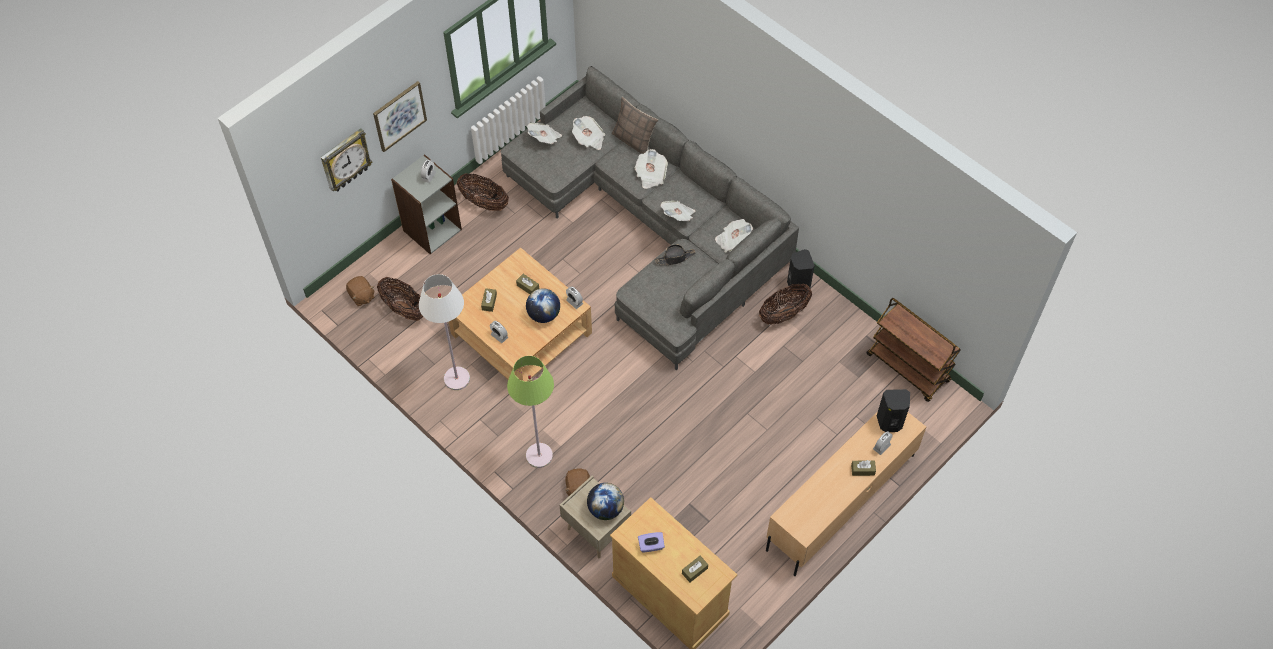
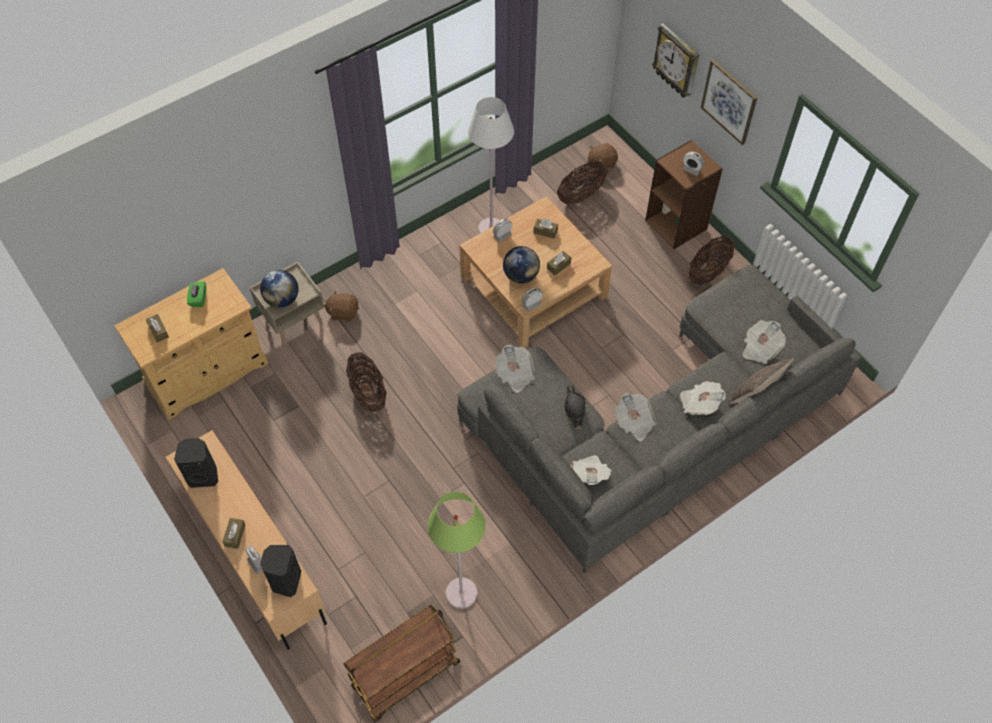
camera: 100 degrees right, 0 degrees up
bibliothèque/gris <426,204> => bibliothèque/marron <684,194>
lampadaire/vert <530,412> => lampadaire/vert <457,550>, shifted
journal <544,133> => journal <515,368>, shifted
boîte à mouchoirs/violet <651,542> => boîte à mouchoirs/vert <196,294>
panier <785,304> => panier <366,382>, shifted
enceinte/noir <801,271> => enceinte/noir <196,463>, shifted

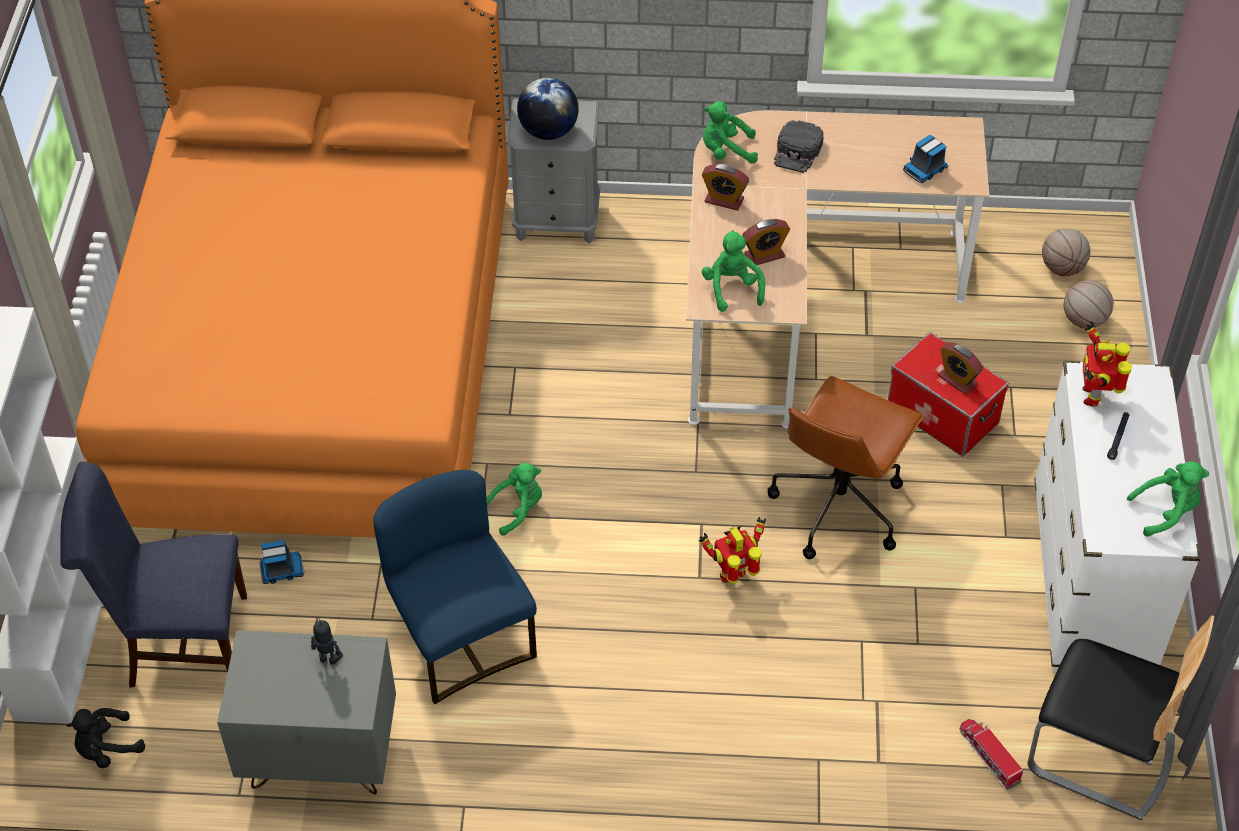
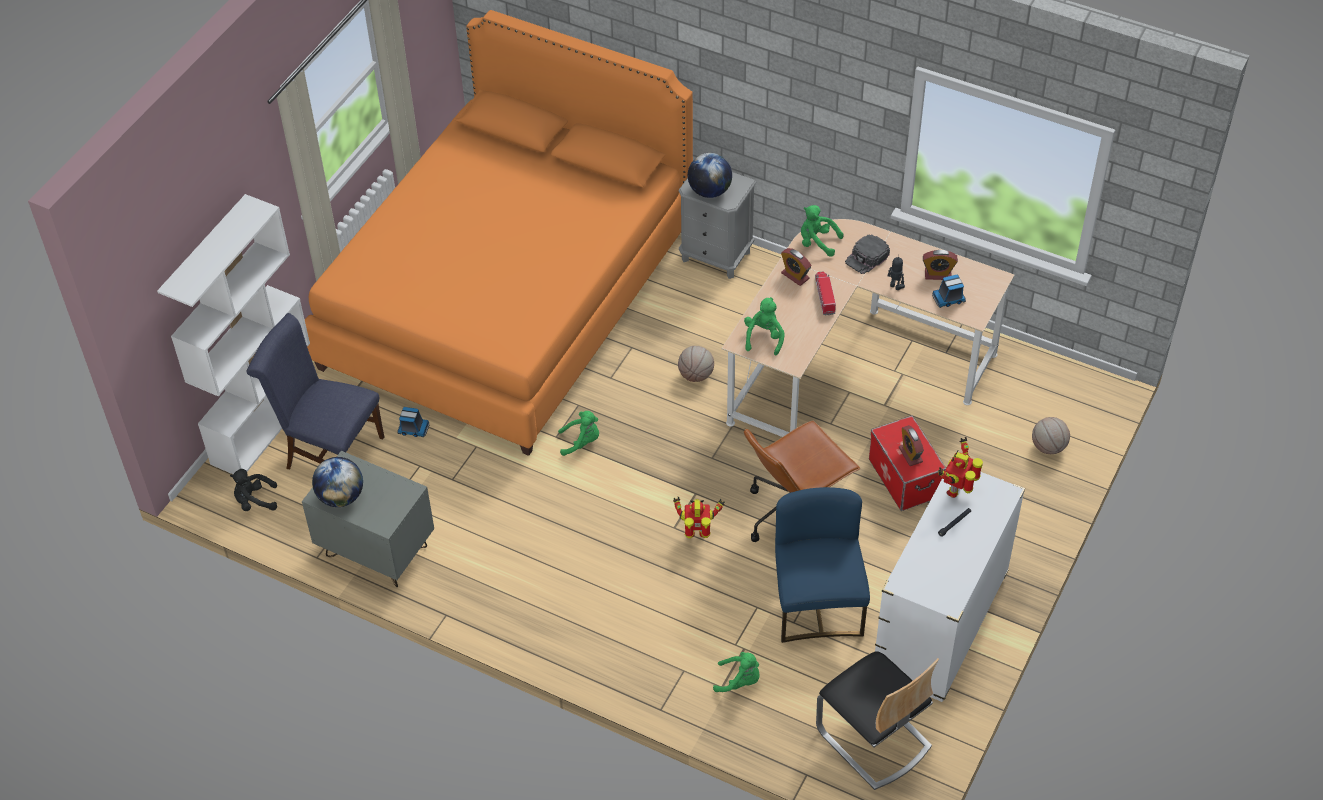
camera: 25 degrees right, 0 degrees up
robot jouet <327,641> => robot jouet <896,272>, shifted
chaise/bleu <455,587> => chaise/bleu <822,565>, shifted
réveil <766,242> => réveil <940,265>, shifted
camion jouet <991,754> => camion jouet <825,293>, shifted
ballon de basket <1066,252> => ballon de basket <696,364>, shifted
peluche/vert <1168,499> => peluche/vert <736,672>, shifted
nothing => globe <337,482>

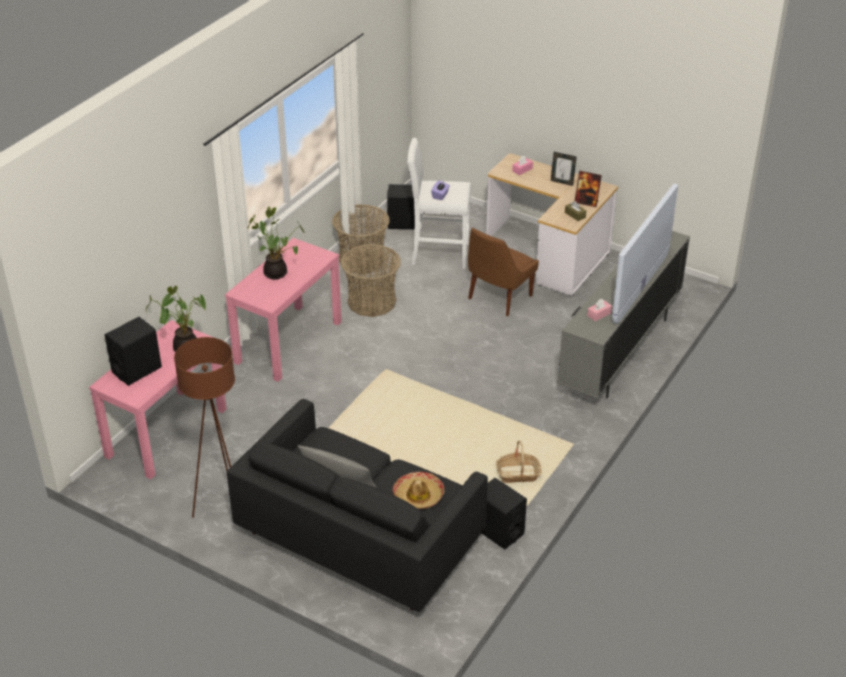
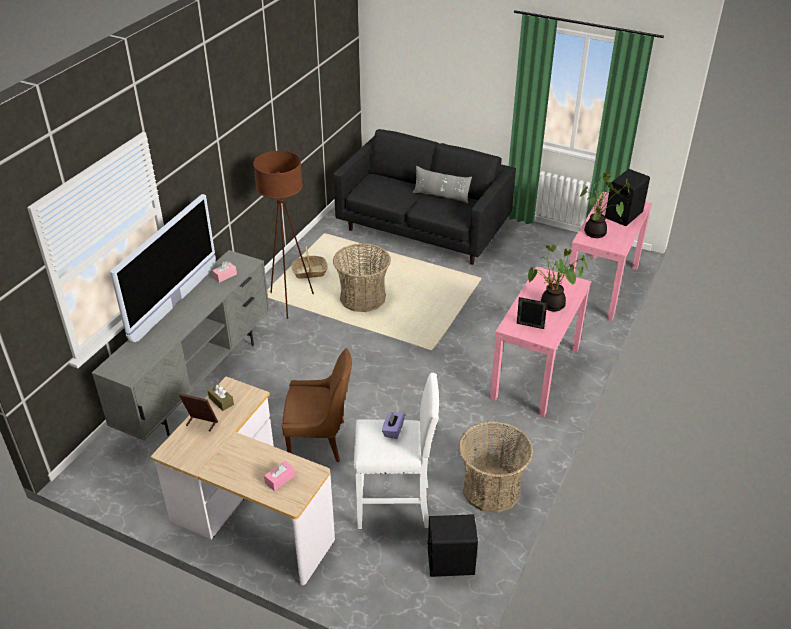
camera: 175 degrees right, 0 degrees up
lampadaire/marron <204,427> => lampadaire/marron <283,235>, shifted
panier <371,280> => panier <362,277>, shifted
chapeau <418,490> => nothing
chaise/marron <503,272> => chaise/marron <317,405>, 60 degrees clockwise
enceinte/noir <504,513> => nothing
cadre photo <564,169> => cadre photo <532,313>, shifted

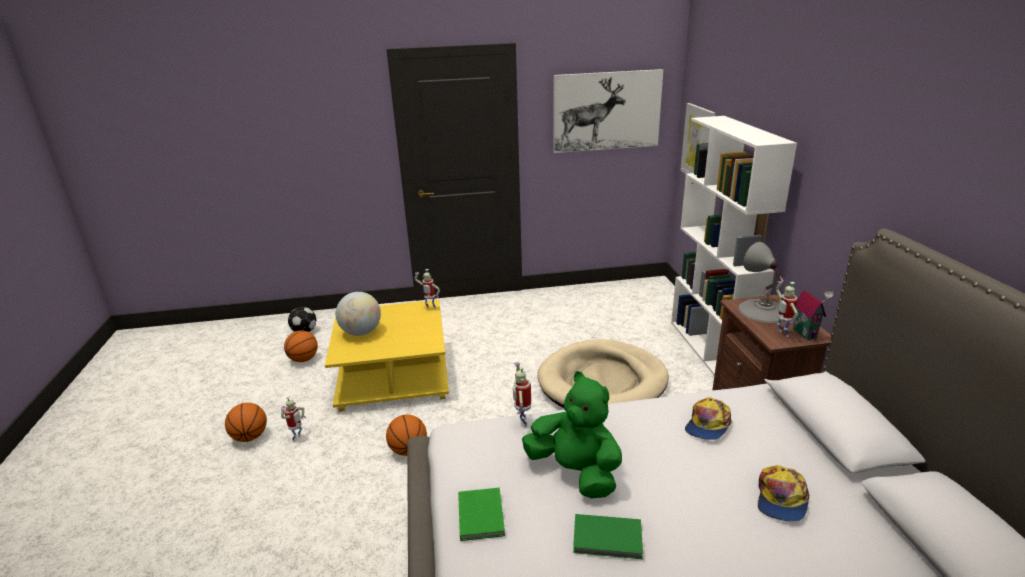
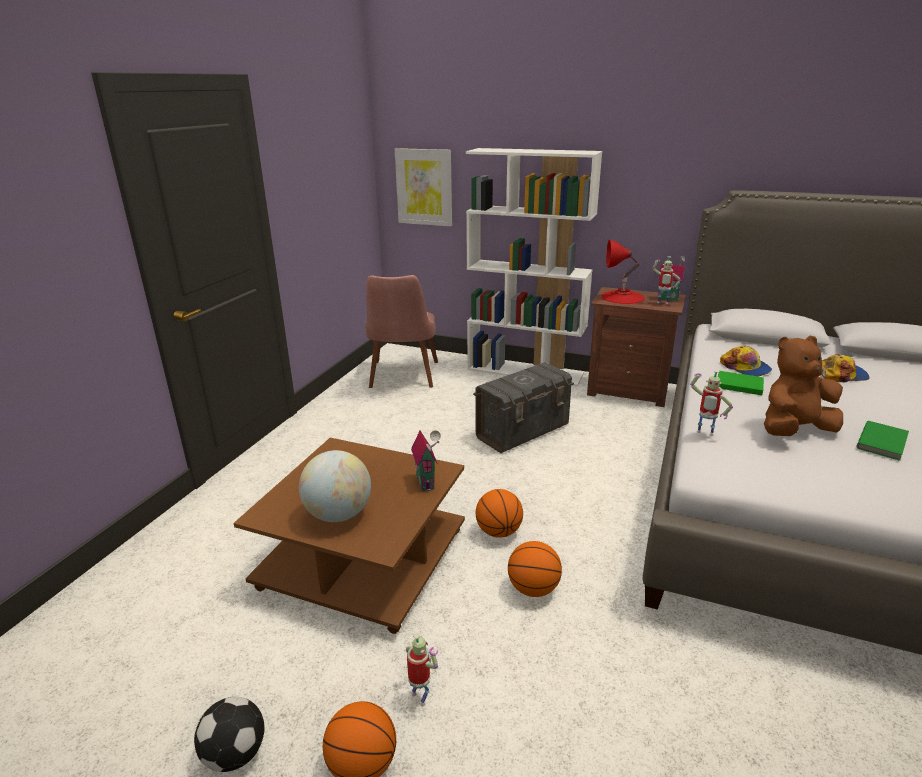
camera: 60 degrees left, 0 degrees up
ballon de basket <301,346> => ballon de basket <499,513>, shifted
ballon de foot <302,319> => ballon de foot <229,734>, shifted
table basse/jaune <387,356> => table basse/marron <349,536>
robot jouet <427,289> => nothing
livre/vert <481,514> => livre/vert <741,383>, shifted
peluche/vert <572,434> => peluche/marron <803,385>
panier pour chien/beige <603,373> => boîte de rangement/gris <523,407>
tableau <608,111> => nothing
lampe de table/gris <761,282> => lampe de table/rouge <623,272>
casquette <783,493> => casquette <845,368>, 60 degrees counterclockwise
nothing => chaise/rose <401,331>
nothing => maison miniature <426,460>

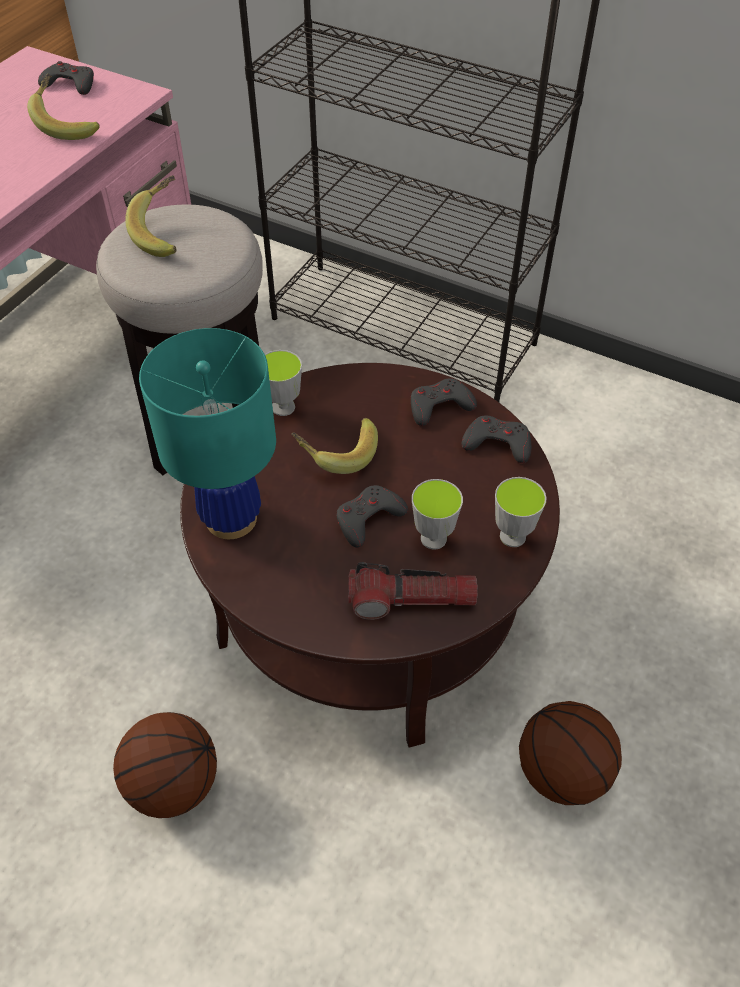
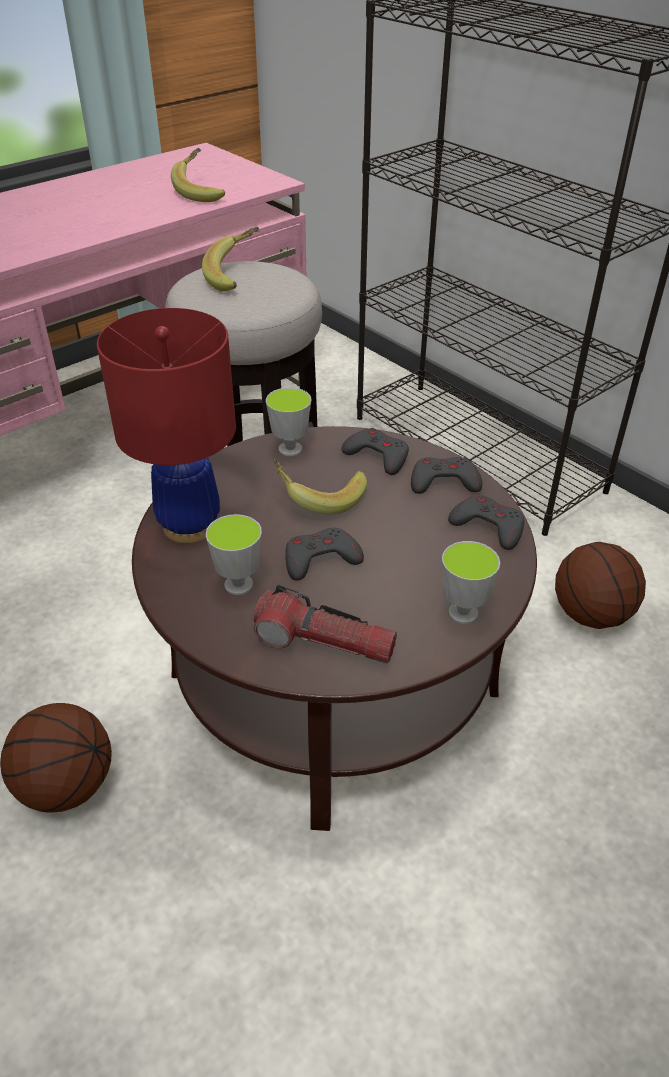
camera: 20 degrees right, 10 degrees down
manette/gris <66,78> => manette/gris <375,451>, shifted
lampe de table/turquoise <207,433> => lampe de table/rouge <166,425>
tasse <437,514> => tasse <234,554>, shifted
ballon de basket <570,753> => ballon de basket <600,585>, shifted

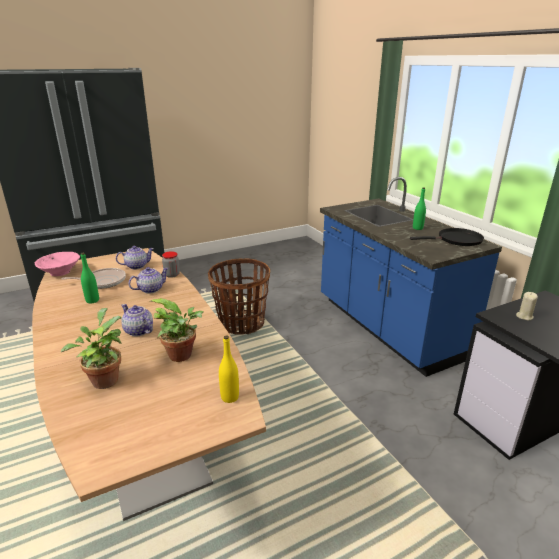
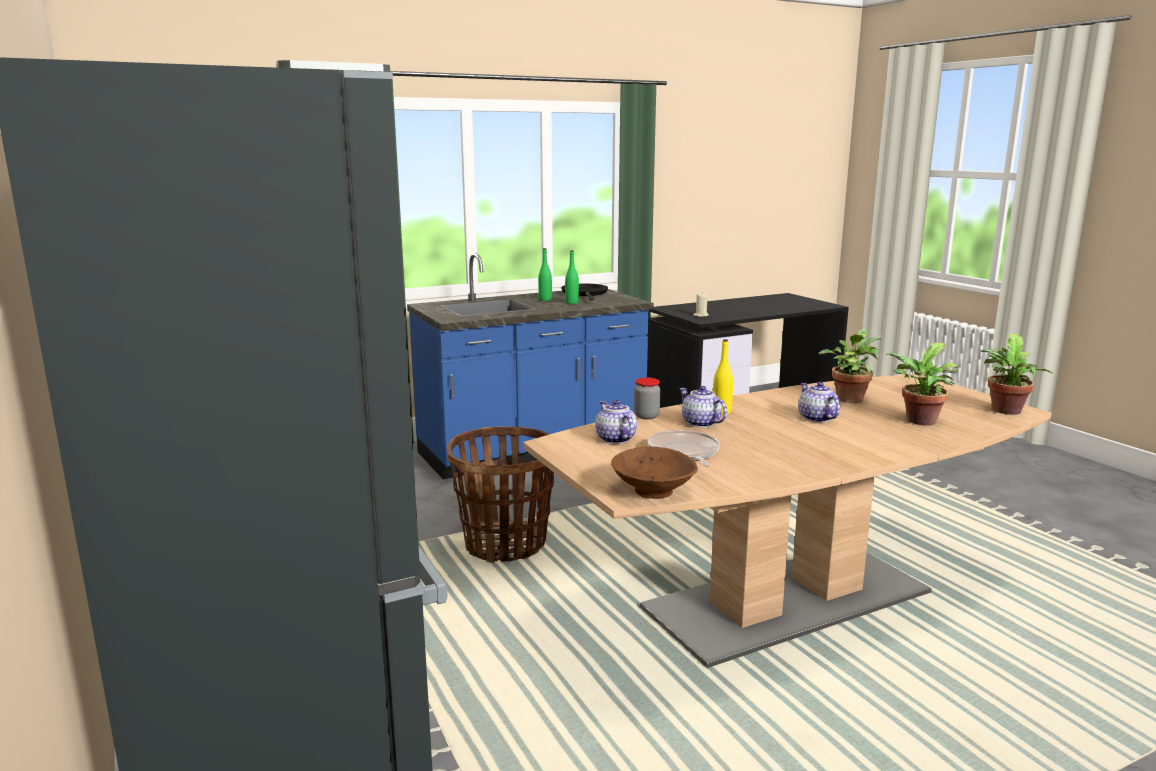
camera: 90 degrees left, 10 degrees down
bol/rose <57,264> => bol/marron <654,473>
bouteille/vert <90,278> => bouteille/vert <572,277>, shifted
théière <137,320> => théière <819,402>, 120 degrees clockwise
bouteille/jaune <229,369> => bouteille/jaune <723,377>, shifted
nothing => plante en pot <1017,374>

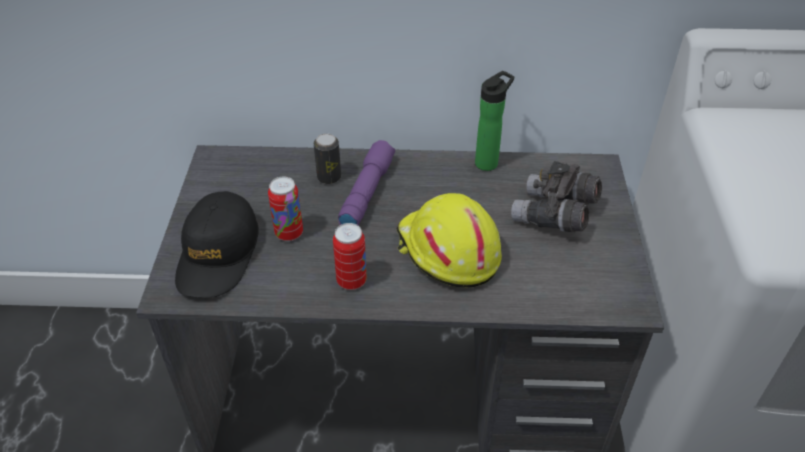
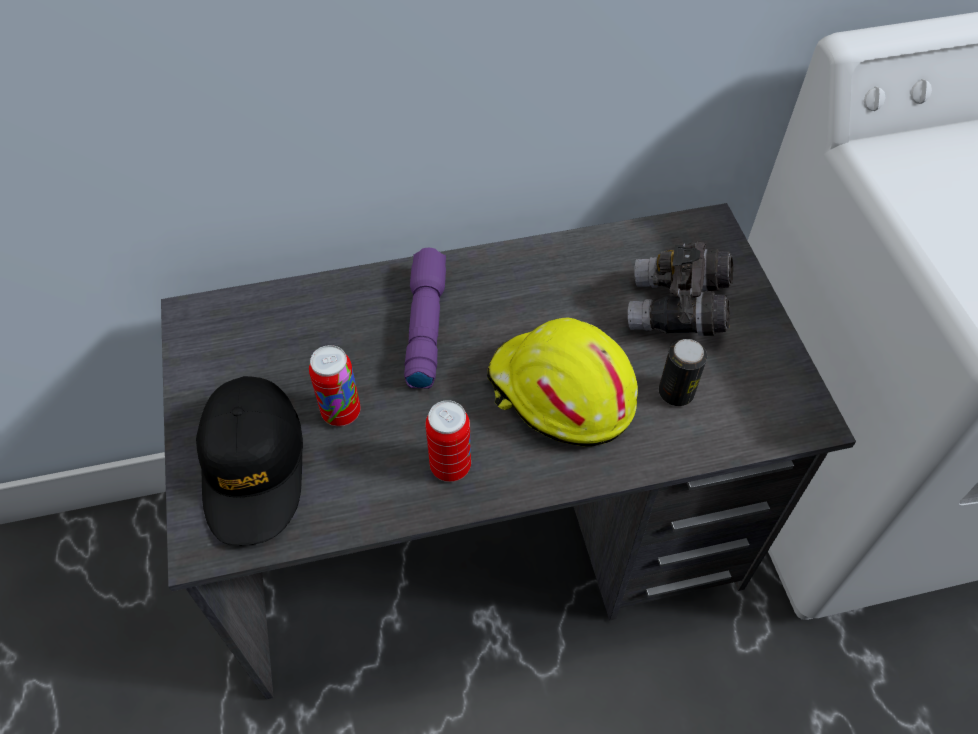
camera: 15 degrees left, 10 degrees up
boîte métallique <327,158> => boîte métallique <683,372>, shifted
bouteille <494,121> => nothing

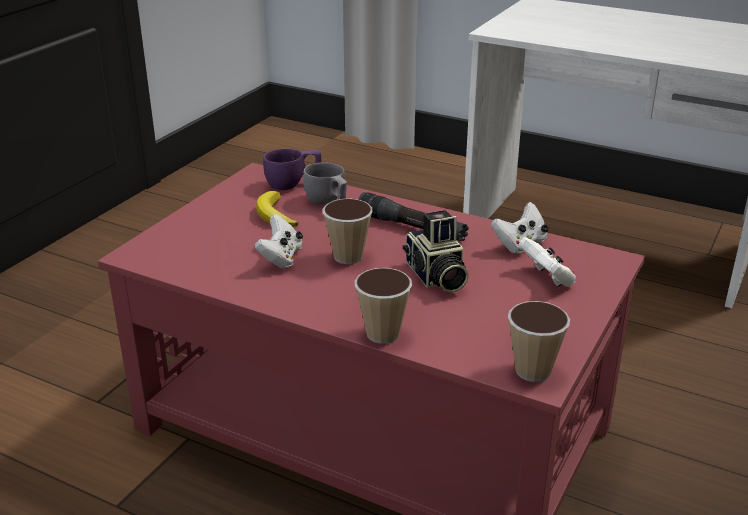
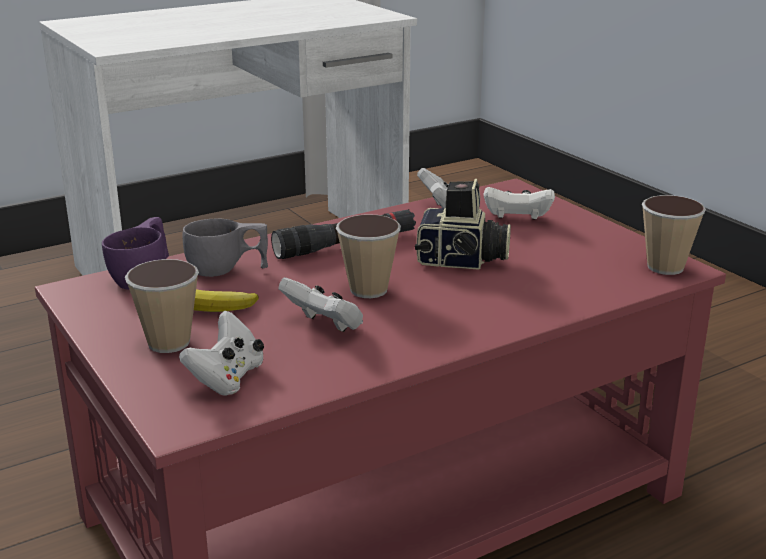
camera: 60 degrees left, 5 degrees down
tasse <383,306> => tasse <162,306>, shifted
nothing => manette/blanc <221,353>

